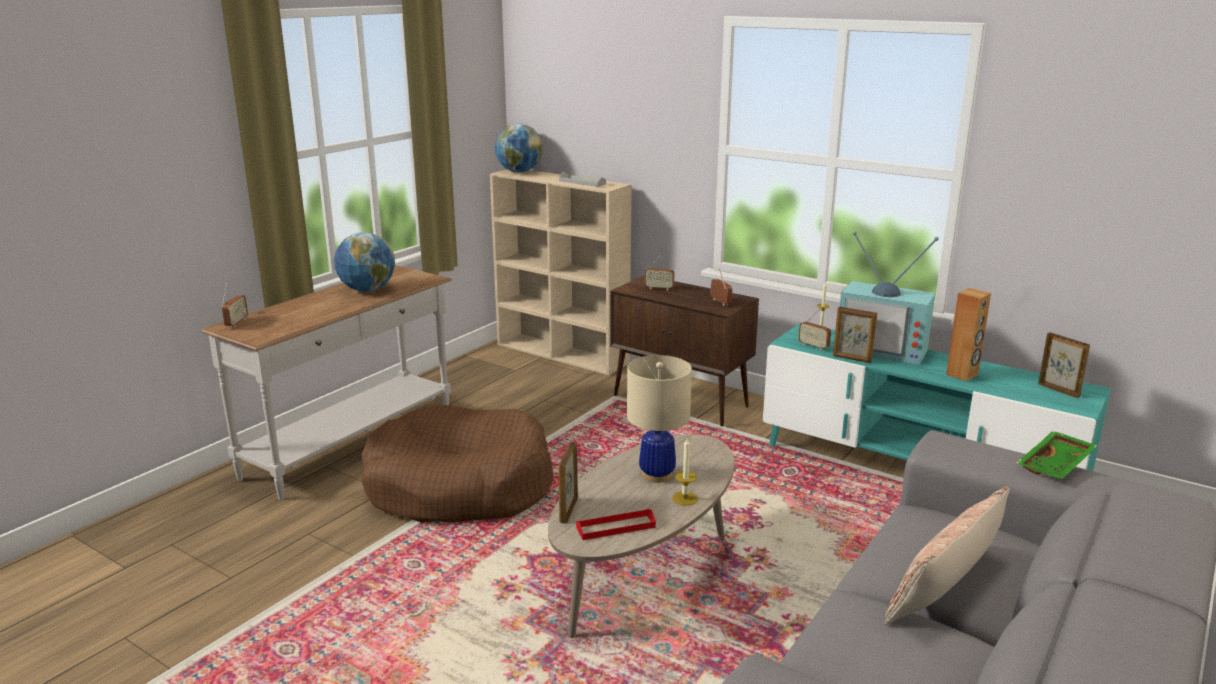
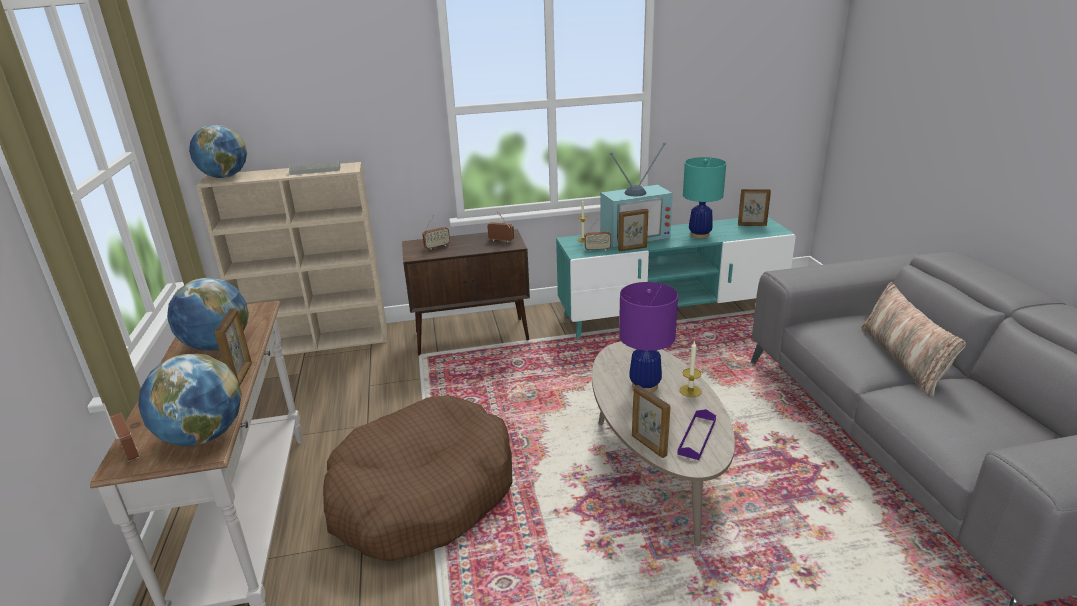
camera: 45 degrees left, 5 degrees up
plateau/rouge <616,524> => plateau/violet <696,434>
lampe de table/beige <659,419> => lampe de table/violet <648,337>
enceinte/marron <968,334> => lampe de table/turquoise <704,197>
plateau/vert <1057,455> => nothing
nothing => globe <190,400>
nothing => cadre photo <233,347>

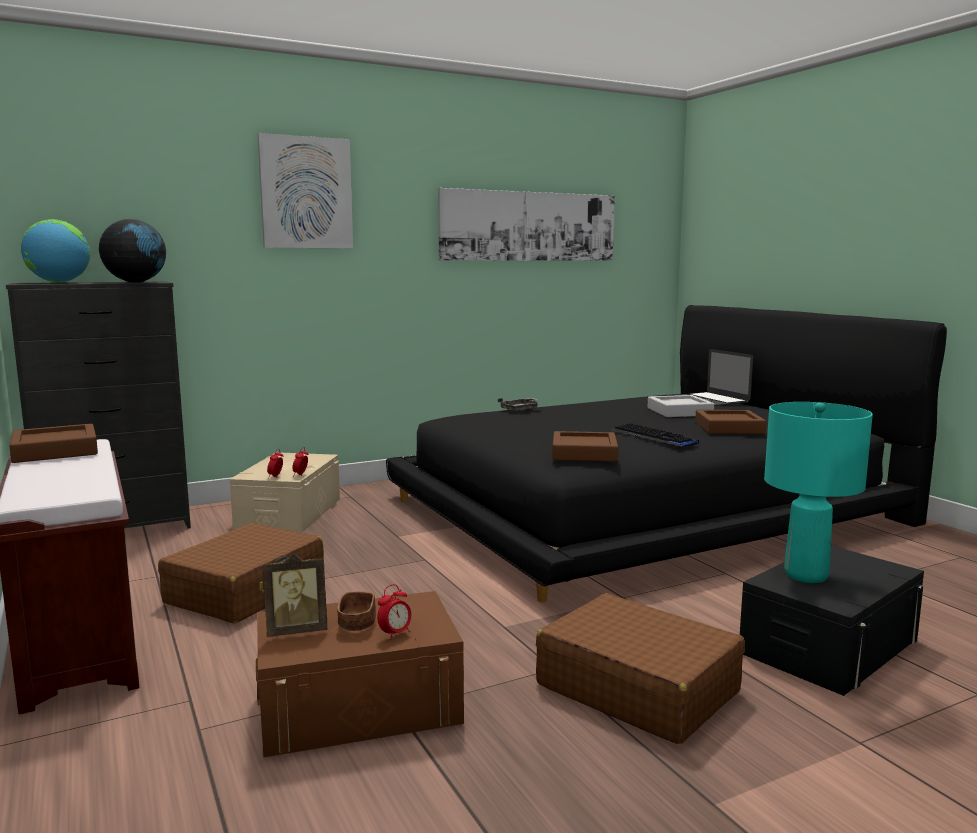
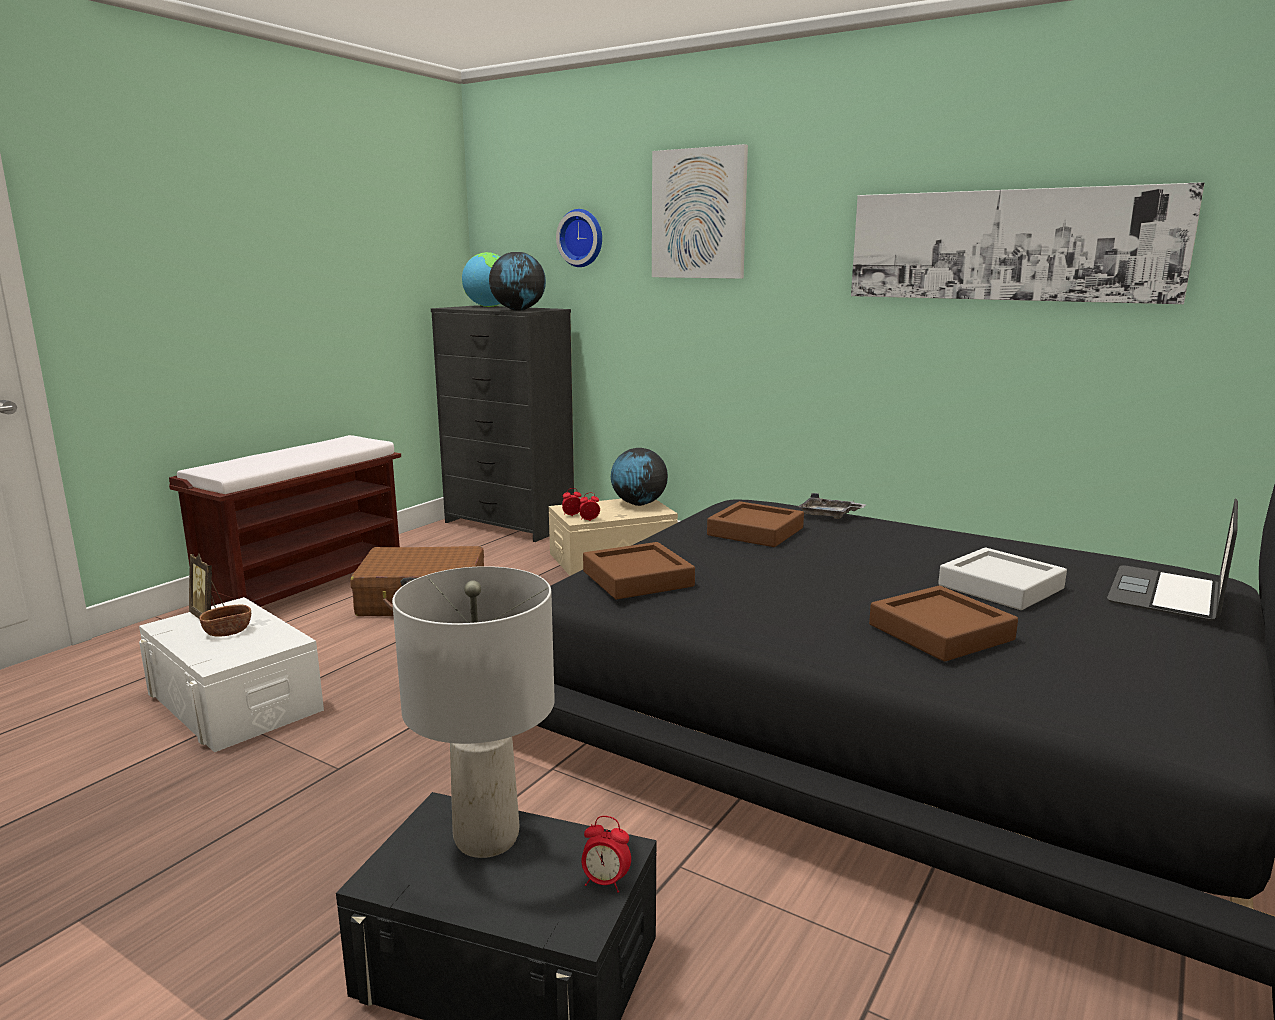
camera: 60 degrees right, 5 degrees up
plateau/marron <54,443> => plateau/marron <755,524>, shifted
boîte de rangement/marron <360,674> => boîte de rangement/blanc <231,674>
réveil <394,612> => réveil <606,854>, shifted
valise/marron <640,669> => nothing
clavier <654,435> => nothing
lampe de table/turquoise <818,492> => lampe de table/gris <473,712>
nothing => horloge murale <579,238>
nothing => globe <639,477>

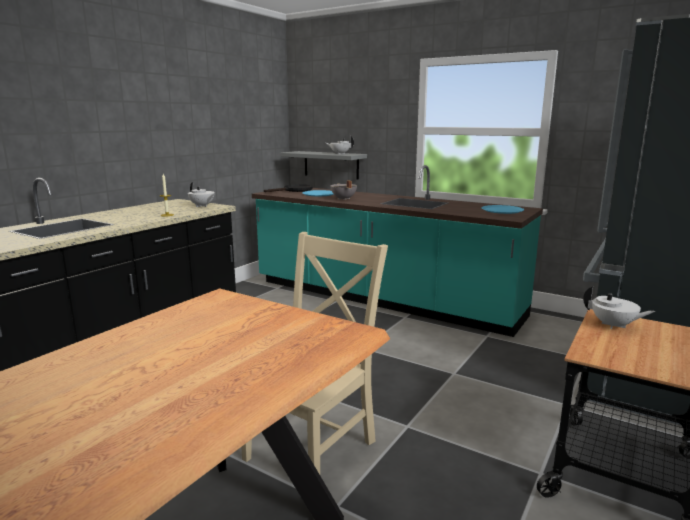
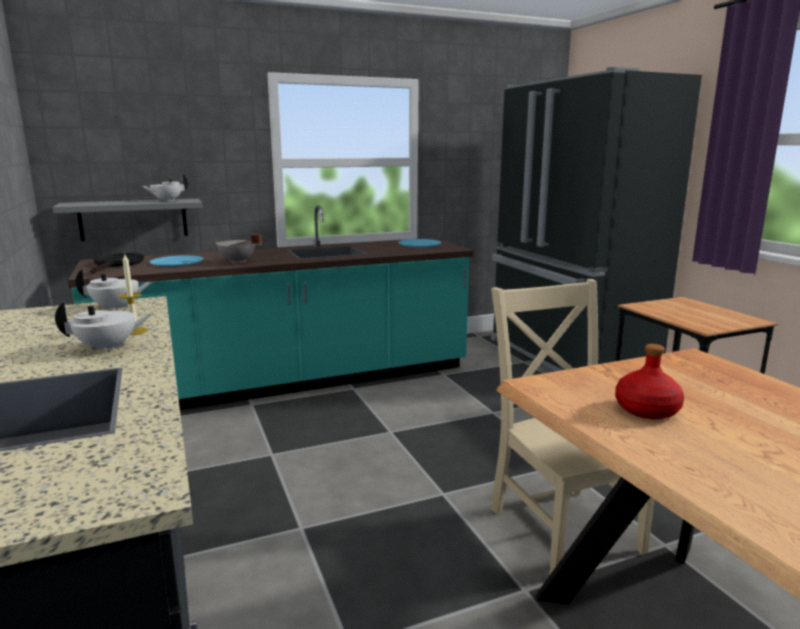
camera: 55 degrees left, 0 degrees up
théière/blanc <619,307> => théière/blanc <103,327>, shifted
nothing => bouteille/rouge <649,381>

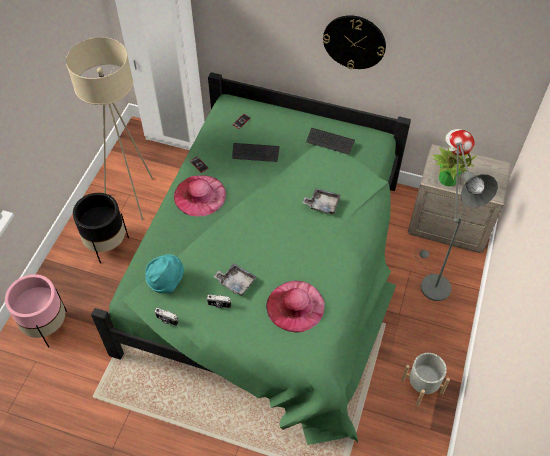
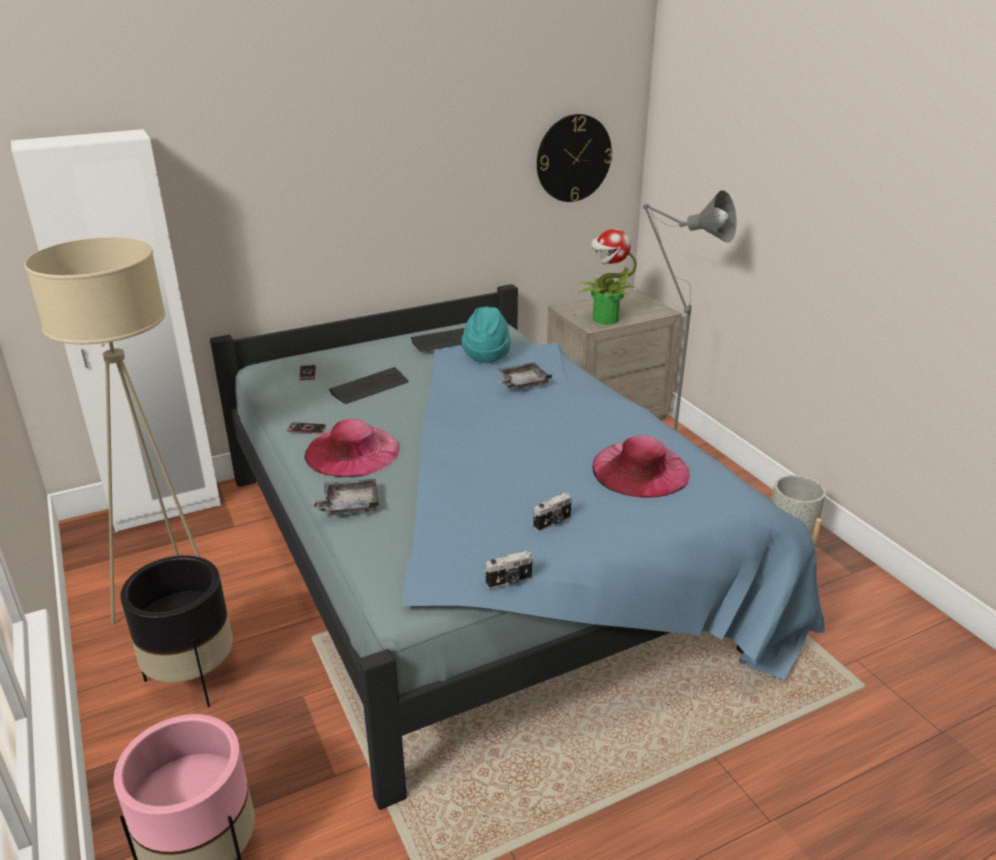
camera: 45 degrees left, 25 degrees down
lit/vert <251,258> => lit/bleu <517,547>
chapeau/turquoise <164,273> => chapeau/turquoise <486,335>, shifted
plateau/gris <235,279> => plateau/gris <344,497>, shifted
horloge murale <354,42> => horloge murale <575,158>, shifted

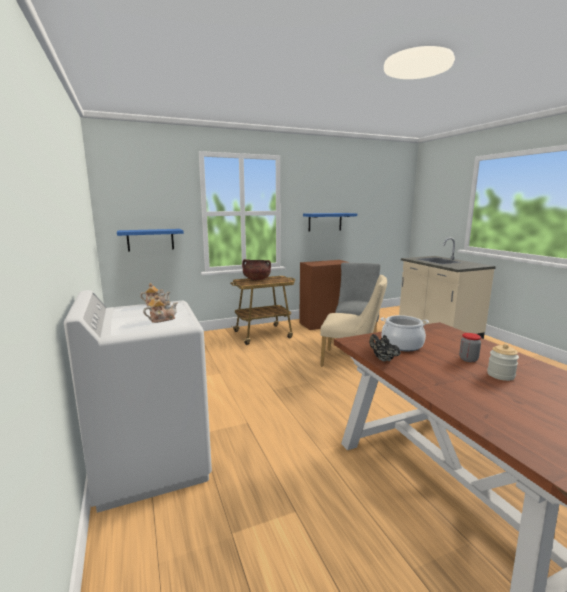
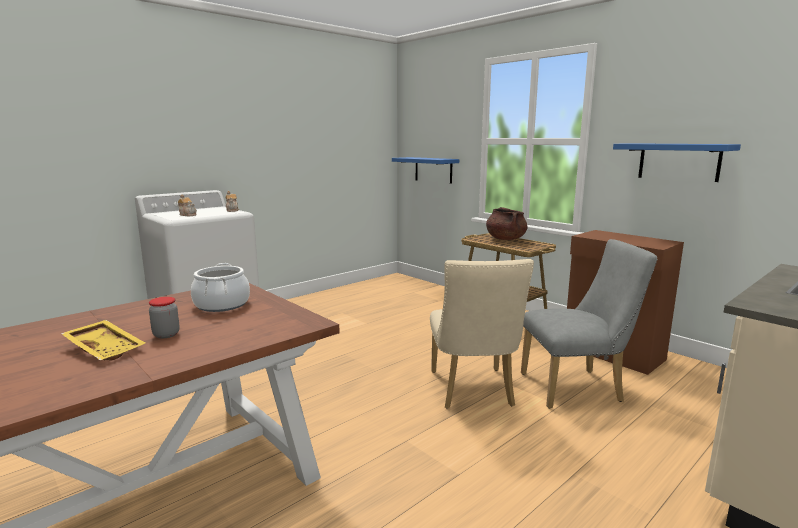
camera: 70 degrees right, 0 degrees up
théière/noir <385,347> => nothing
bocal <503,362> => plateau/jaune <103,340>

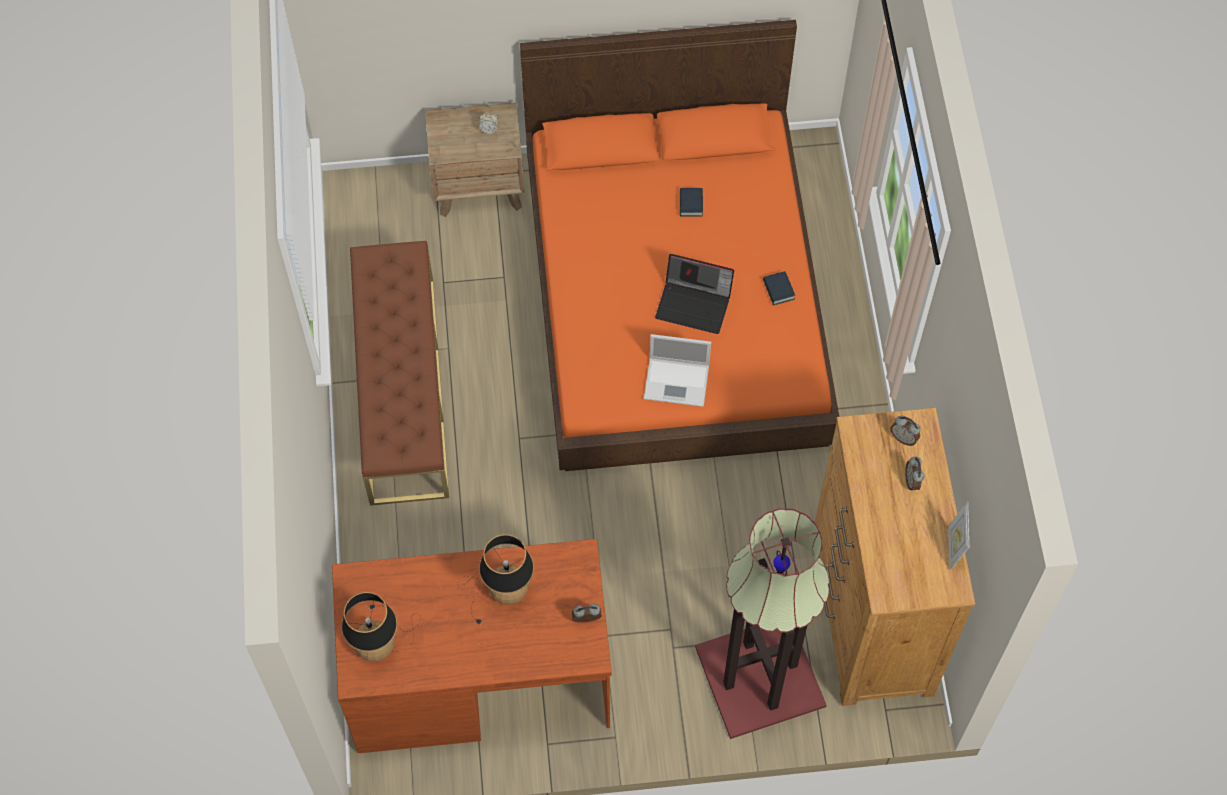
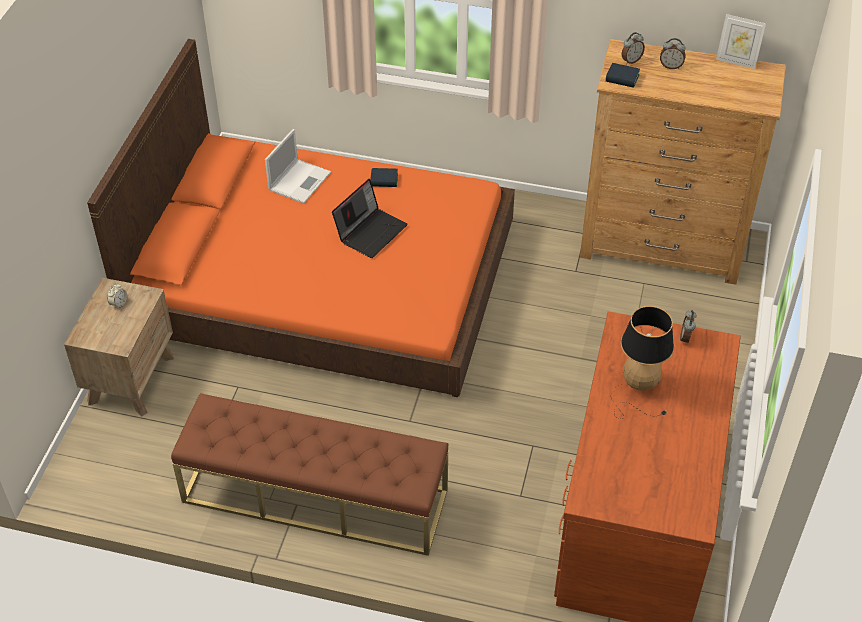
camera: 70 degrees left, 15 degrees down
lampe de table <380,627> => nothing
ordinateur portable <677,370> => ordinateur portable <298,166>, shifted
livre <691,202> => livre <622,75>, shifted
lampadaire <762,623> => nothing

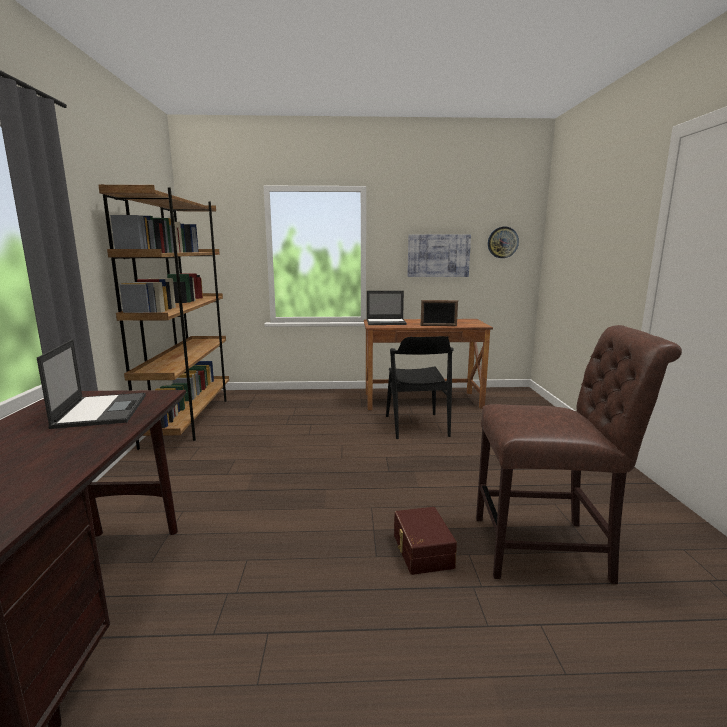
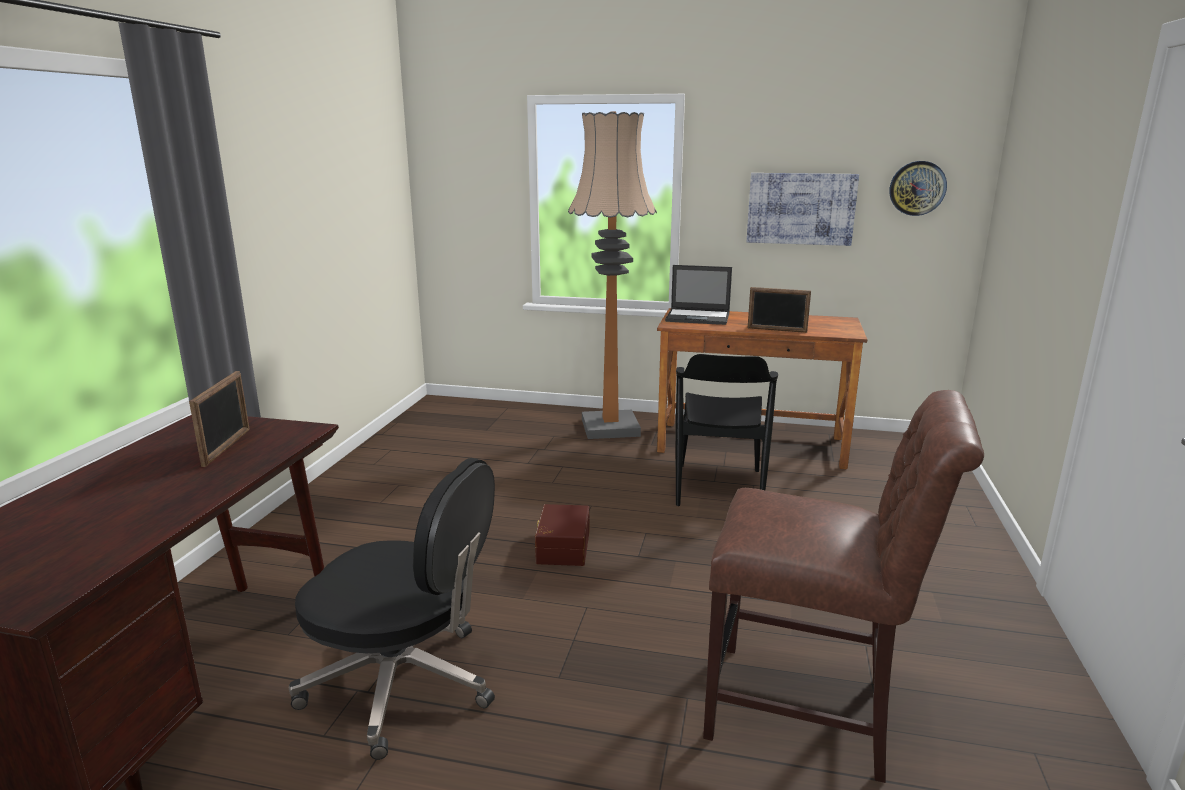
camera: 15 degrees right, 5 degrees up
ordinateur portable <91,384> => cadre photo <219,419>
bibliothèque/marron <163,317> => nothing
boîte de rangement/marron <425,541> => boîte de rangement/marron <562,535>, shifted
nothing => chaise de bureau/noir <392,609>
nothing => lampadaire <612,275>

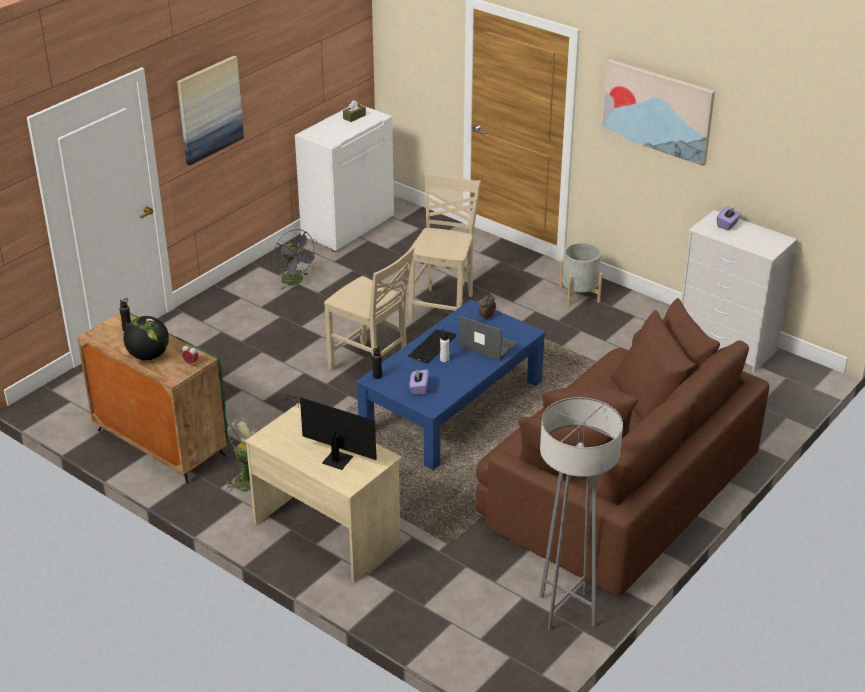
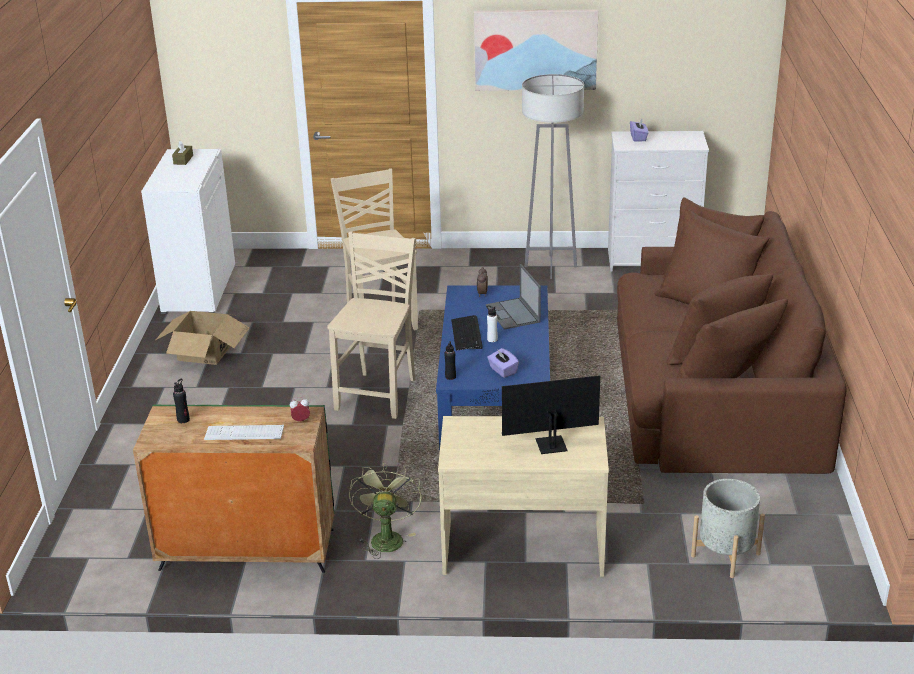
camera: 35 degrees left, 5 degrees down
globe <146,338> => clavier <244,432>
tableau <210,110> => nothing
ventilateur/gris <296,259> => carton <202,338>
chaise/beige <369,308> => chaise/beige <371,325>, 75 degrees counterclockwise
ordinateur portable <488,338> => ordinateur portable <513,297>, 105 degrees counterclockwise
lampadaire/gris <581,514> => lampadaire/gris <553,176>, shifted
cache-pot/gris <580,274> => cache-pot/gris <728,528>, shifted

